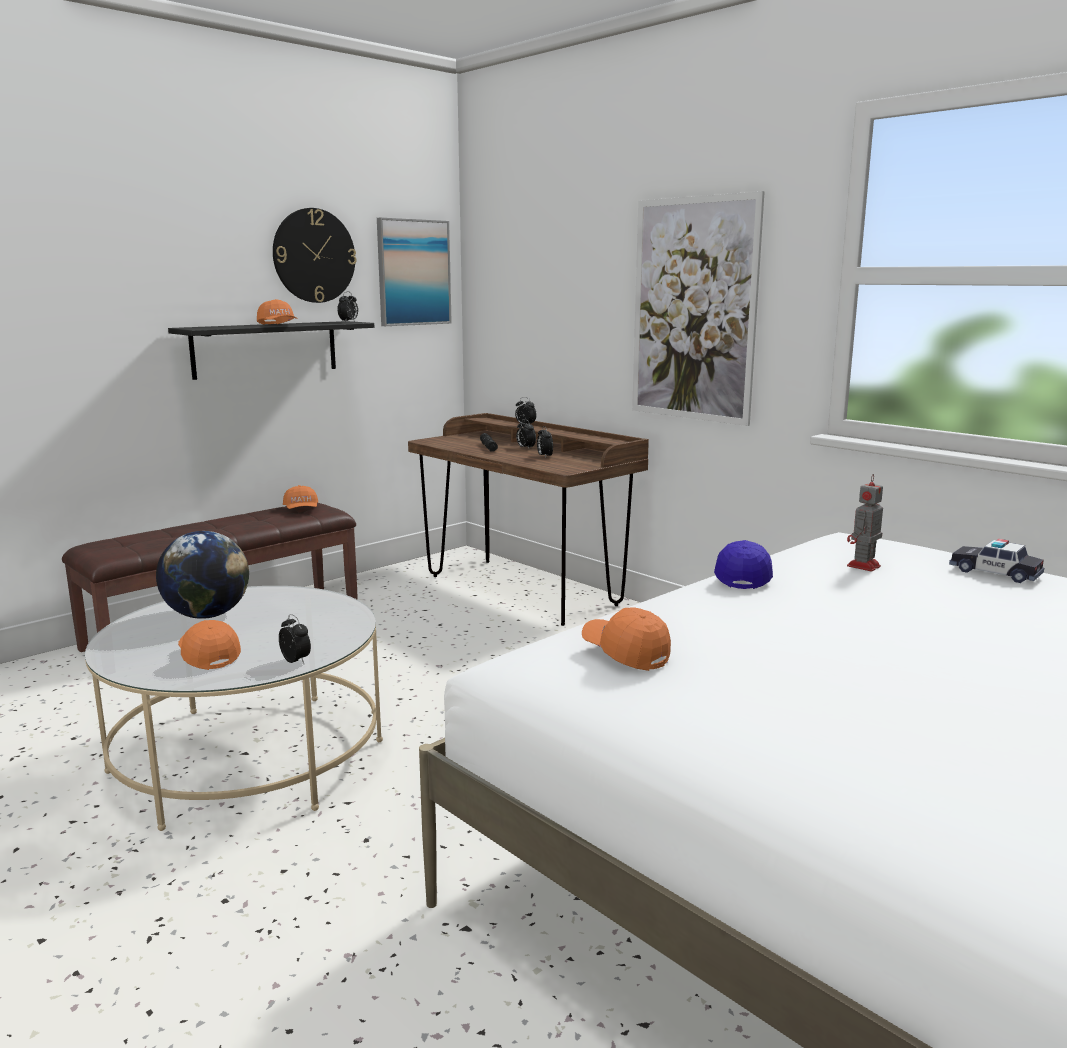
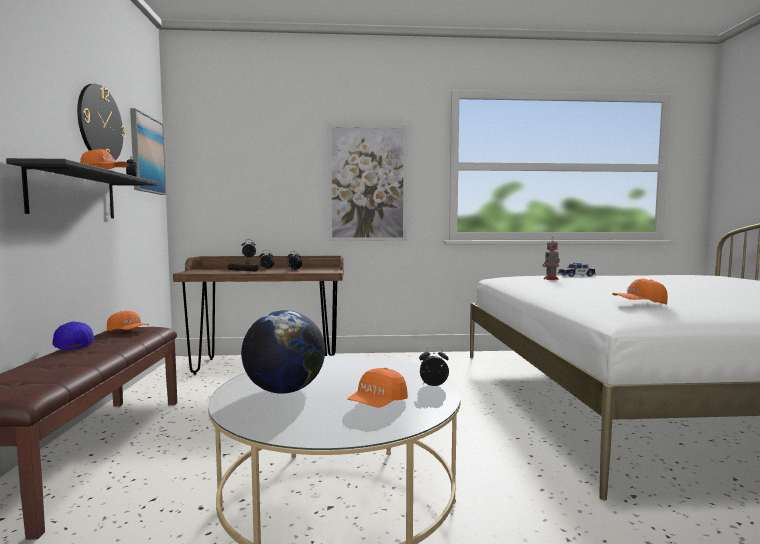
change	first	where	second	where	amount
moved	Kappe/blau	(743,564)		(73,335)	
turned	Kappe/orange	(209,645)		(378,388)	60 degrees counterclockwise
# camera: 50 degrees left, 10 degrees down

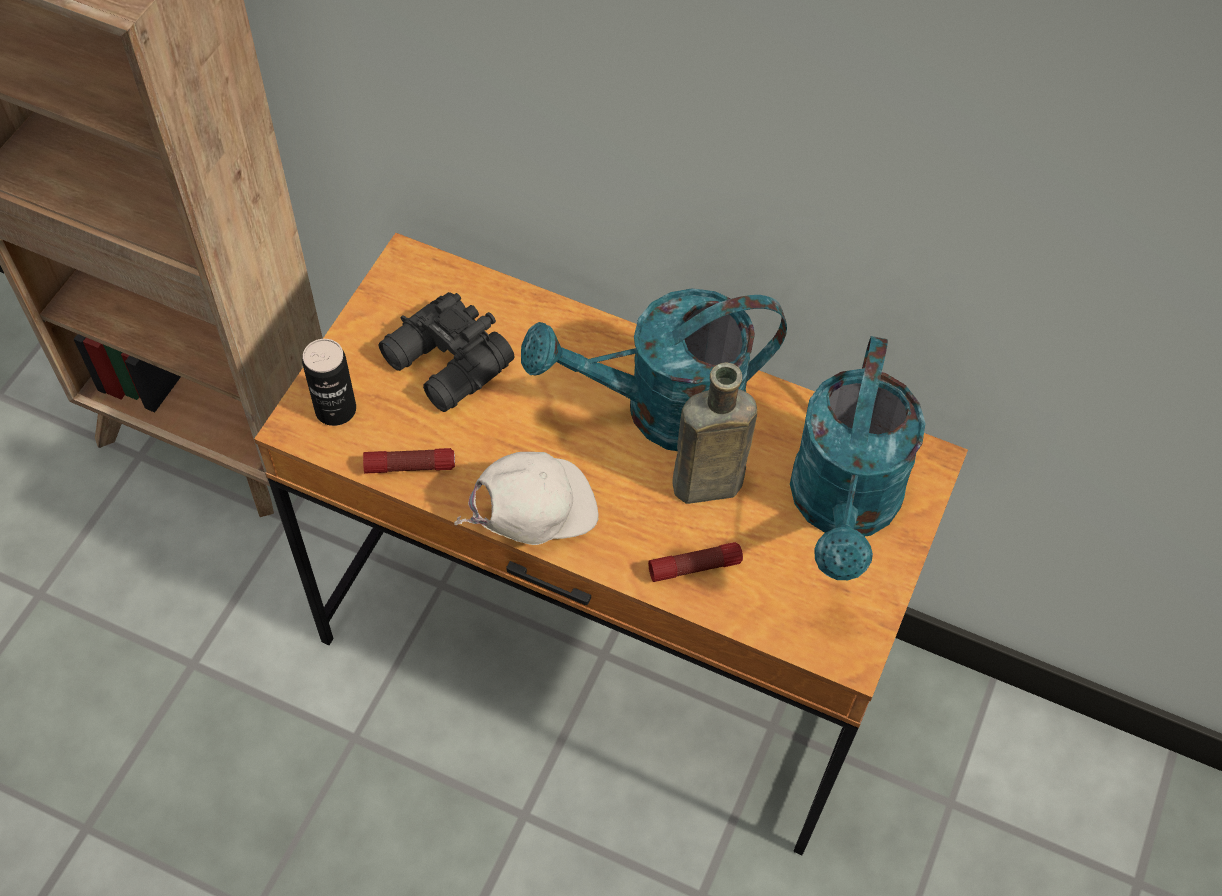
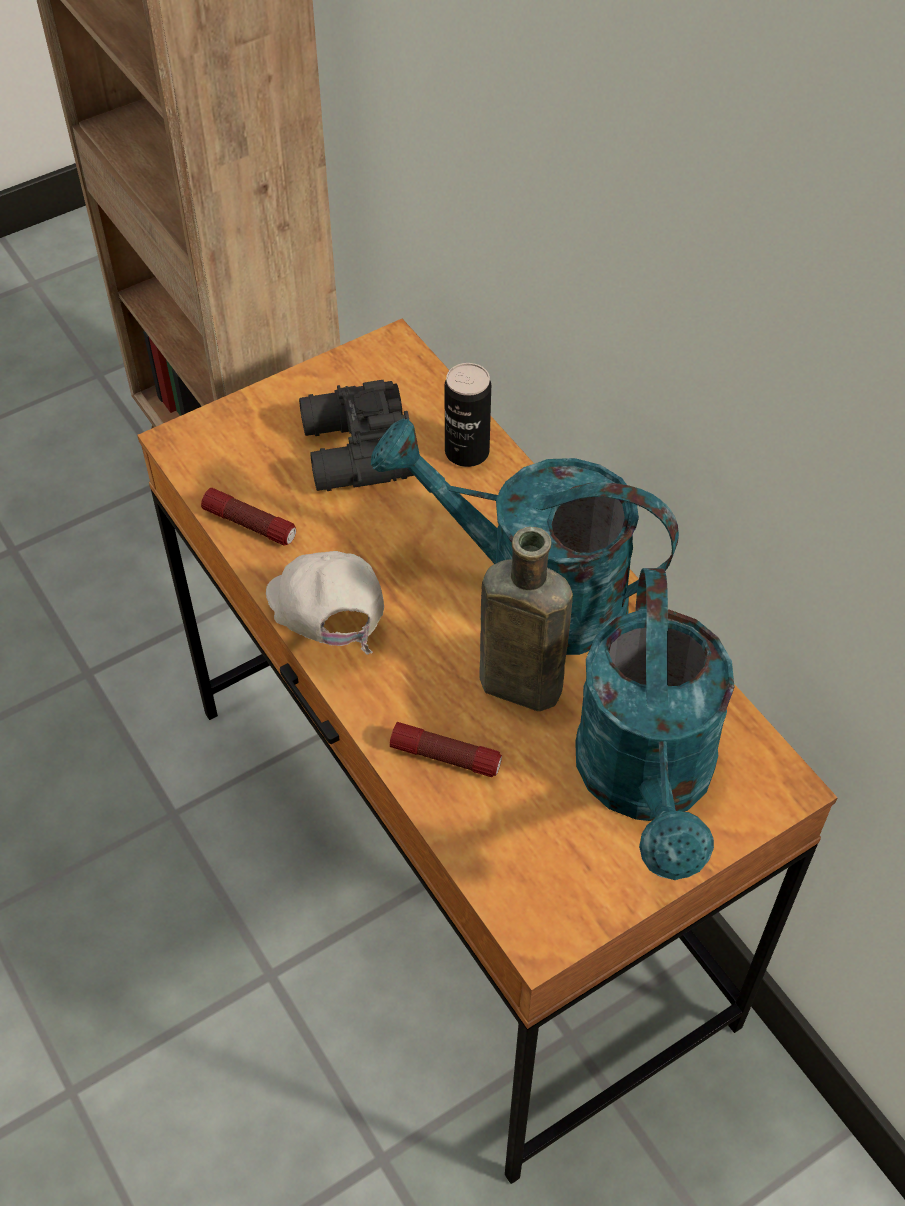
change	first	where	second	where	amount
moved	Dose	(329,382)		(467,415)	
turned	Kappe/weiß	(526,498)		(325,603)	120 degrees counterclockwise
turned	Gießkanne/türkis	(858,458)		(654,724)	45 degrees counterclockwise
# camera: 35 degrees right, 5 degrees down

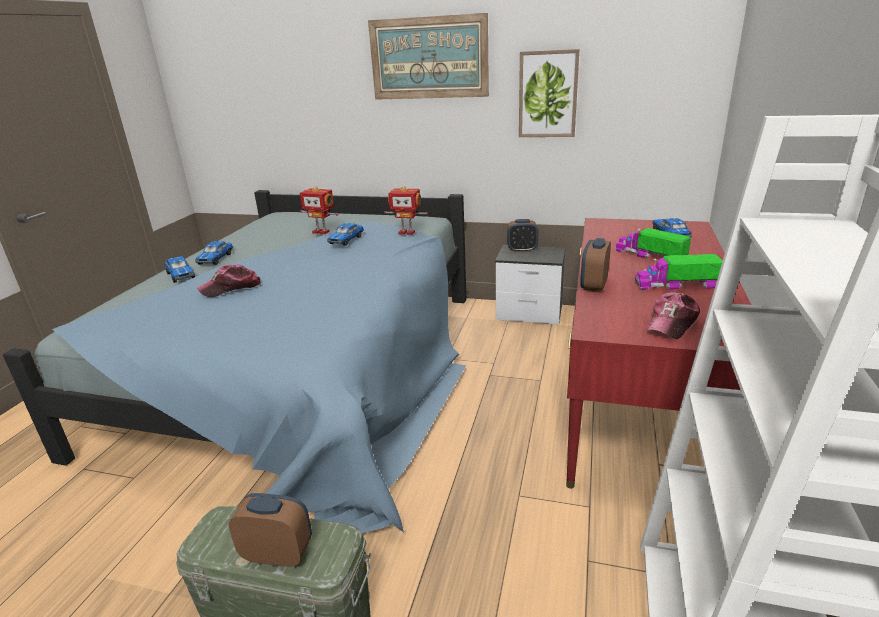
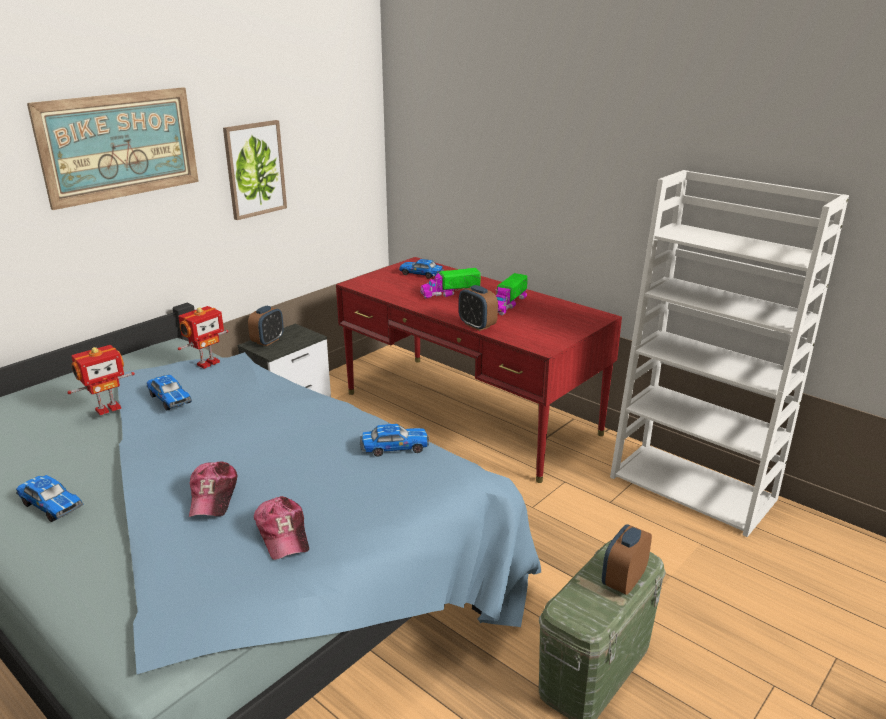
change	first	where	second	where	amount
moved	Spielzeugauto	(180,269)		(394,440)	
moved	Kappe	(673,315)		(281,528)	
# camera: 65 degrees left, 0 degrees up

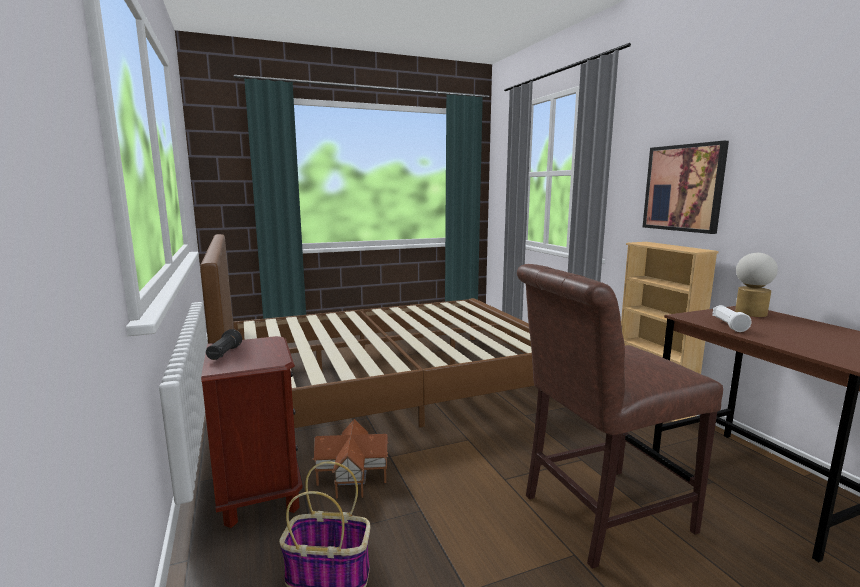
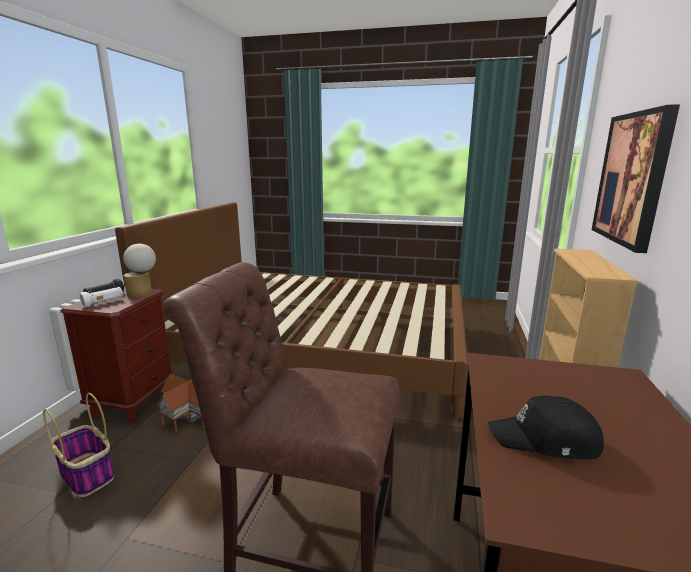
change	first	where	second	where	amount
added			Kappe/schwarz	(546,427)	
moved	Taschenlampe/weiß	(732,318)		(101,297)	
moved	Tischlampe	(756,285)		(139,271)	
# camera: 35 degrees right, 5 degrees up

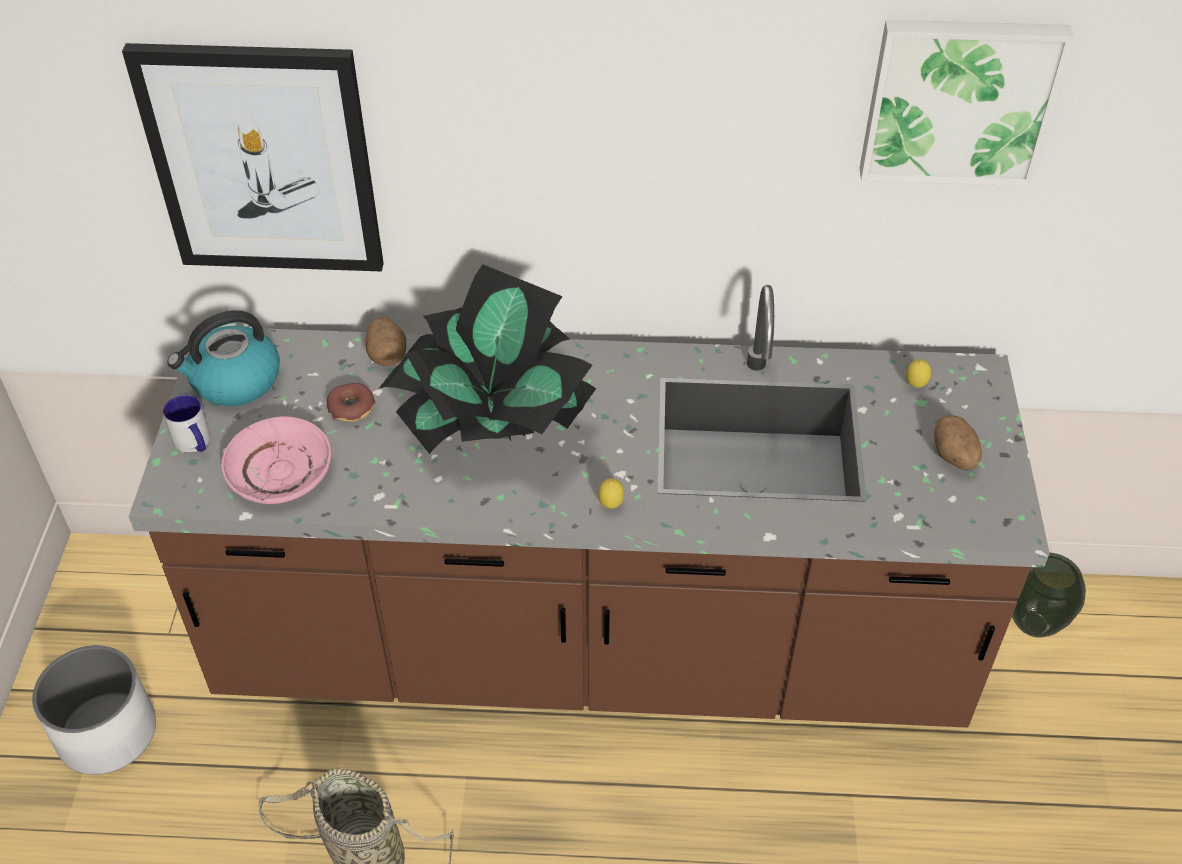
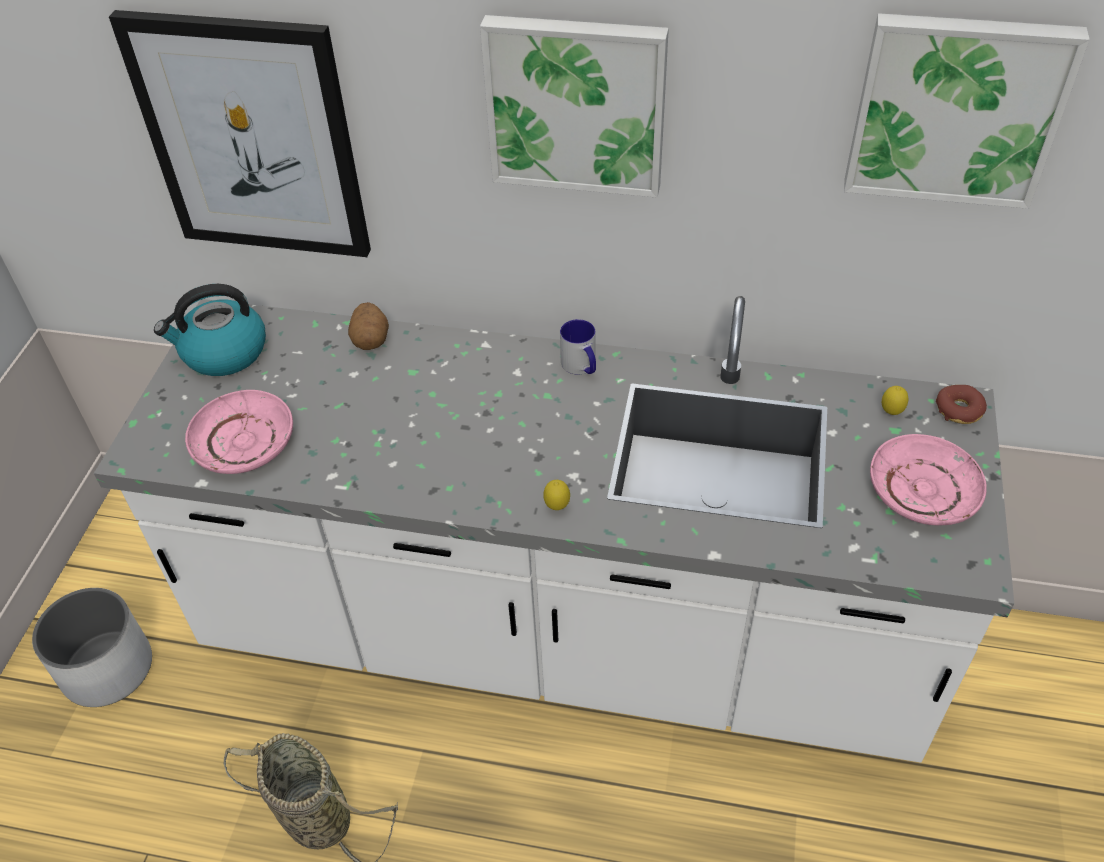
change	first	where	second	where	amount
removed	Topfpflanze	(487,359)			
removed	Vase	(1049,595)			
added			Bild	(574,106)	
moved	Henkelbecher	(186,424)		(578,347)	
moved	Donut	(351,402)		(961,404)	
replaced	Kartoffel	(958,442)	Teller/rosa	(928,479)	
recoloured	Küchenzeile/braun	(589,506)	Küchenzeile/weiß	(554,529)	
# camera: 10 degrees right, 0 degrees up

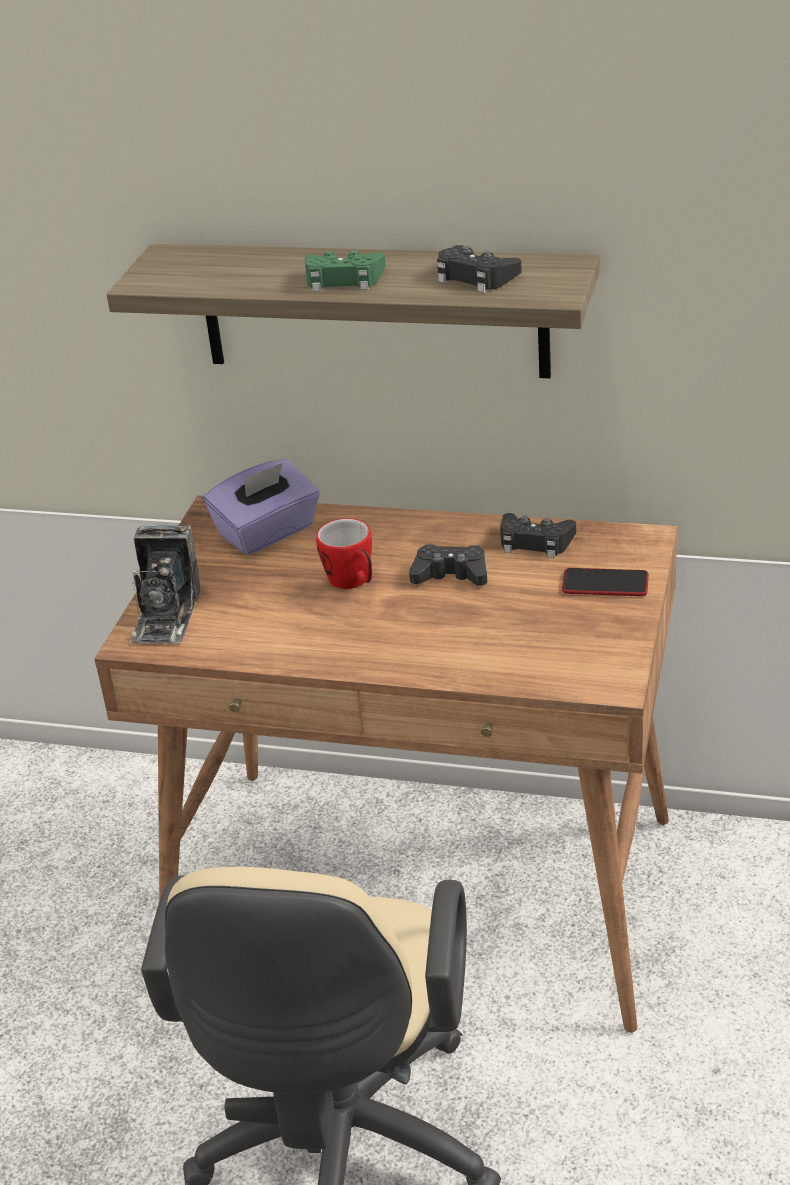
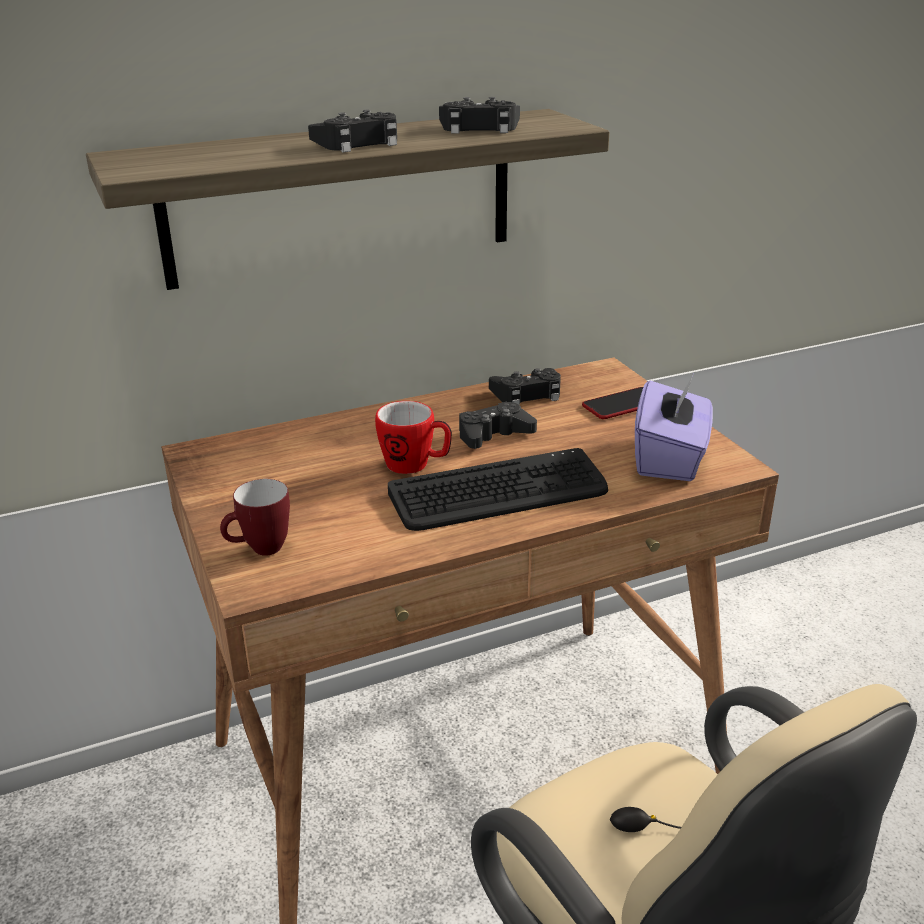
change	first	where	second	where	amount
added			Tastatur	(498,489)	
moved	Taschentuchbox/lila	(262,507)		(674,428)	
replaced	Kamera	(165,584)	Henkelbecher	(255,517)	
recoloured	Gamepad/grün	(345,270)	Gamepad/schwarz	(352,131)	
# camera: 40 degrees left, 5 degrees down

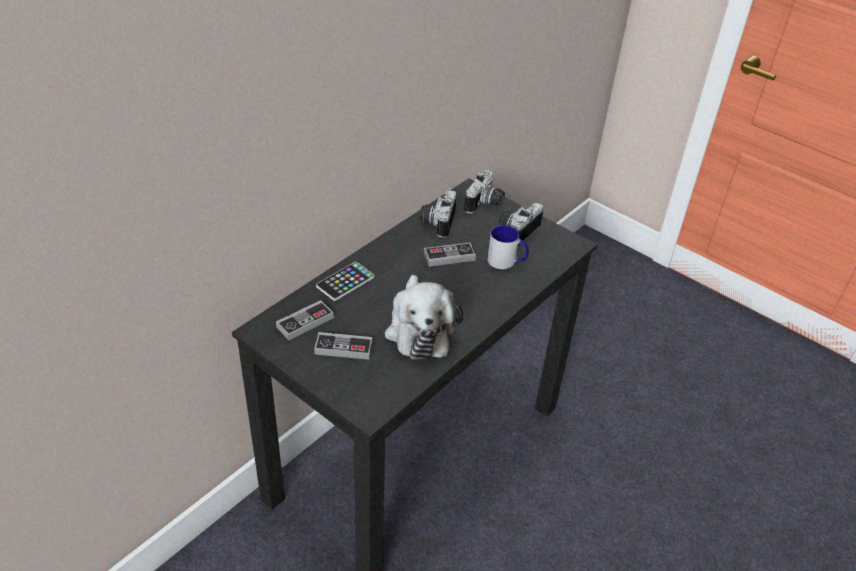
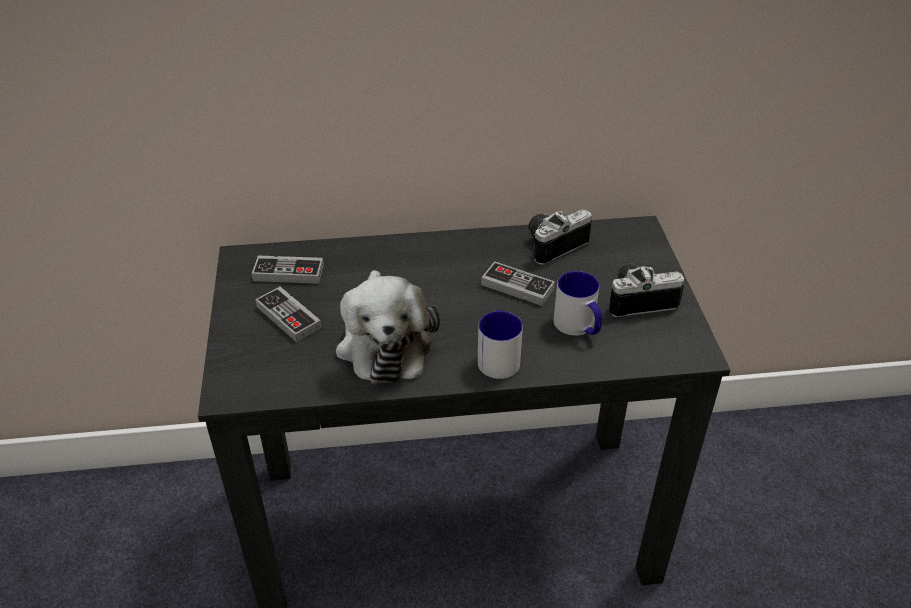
change	first	where	second	where	amount
removed	Handy	(345,281)			
removed	Kamera	(484,192)			
added			Henkelbecher	(500,344)	
turned	Plüschtier	(424,317)		(388,327)	45 degrees counterclockwise
# camera: 45 degrees right, 0 degrees up

